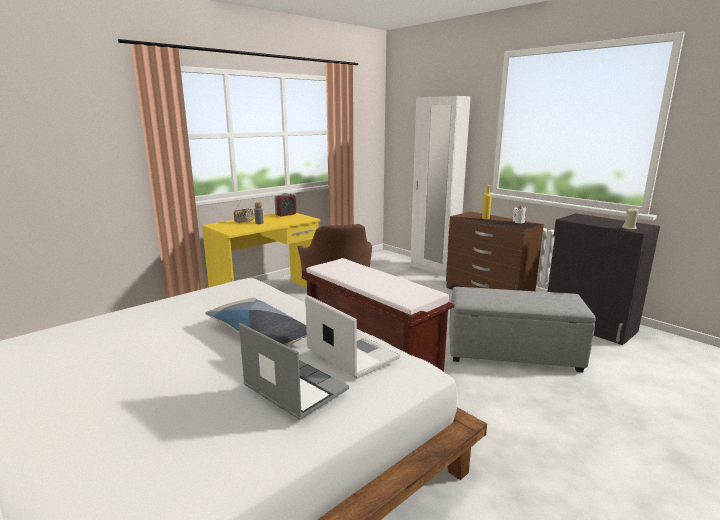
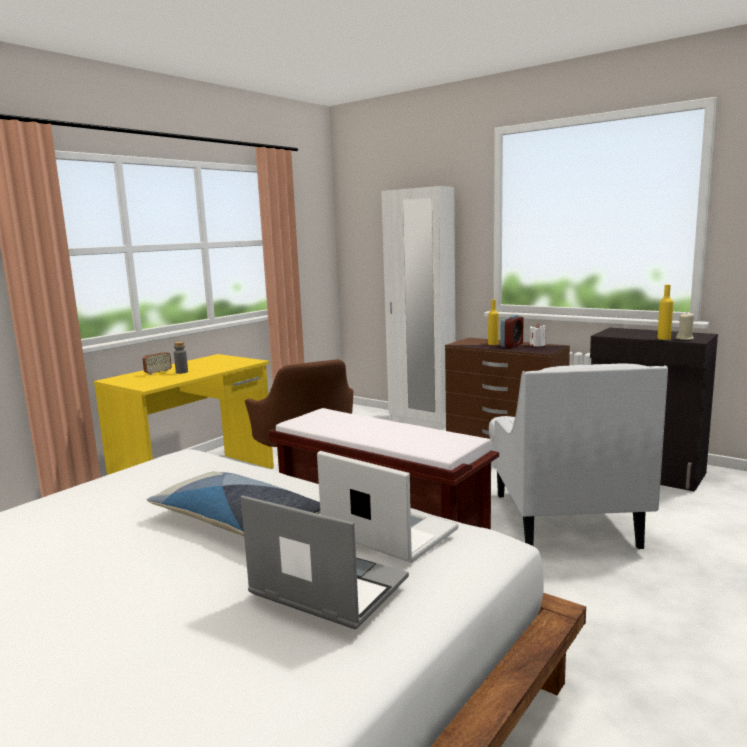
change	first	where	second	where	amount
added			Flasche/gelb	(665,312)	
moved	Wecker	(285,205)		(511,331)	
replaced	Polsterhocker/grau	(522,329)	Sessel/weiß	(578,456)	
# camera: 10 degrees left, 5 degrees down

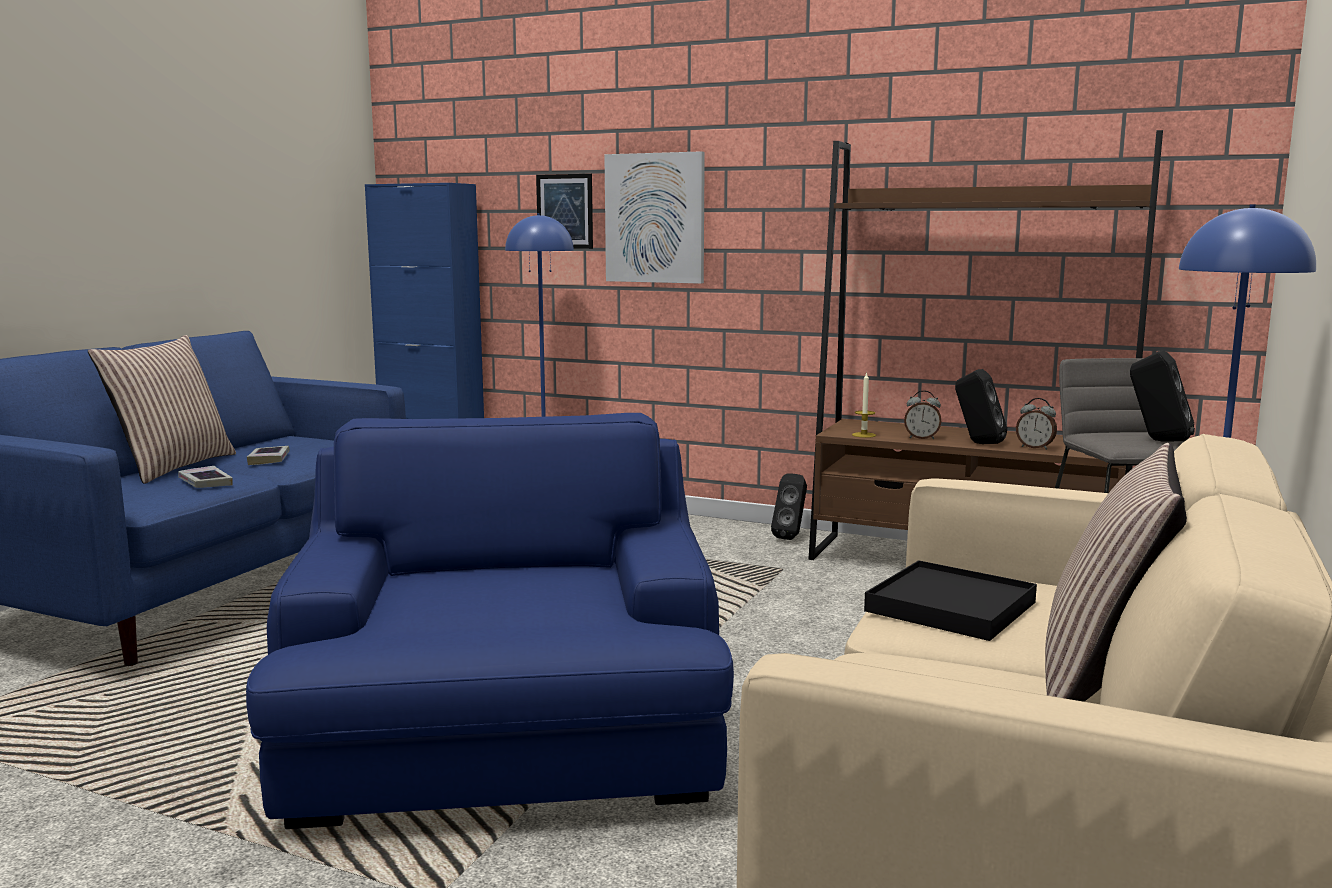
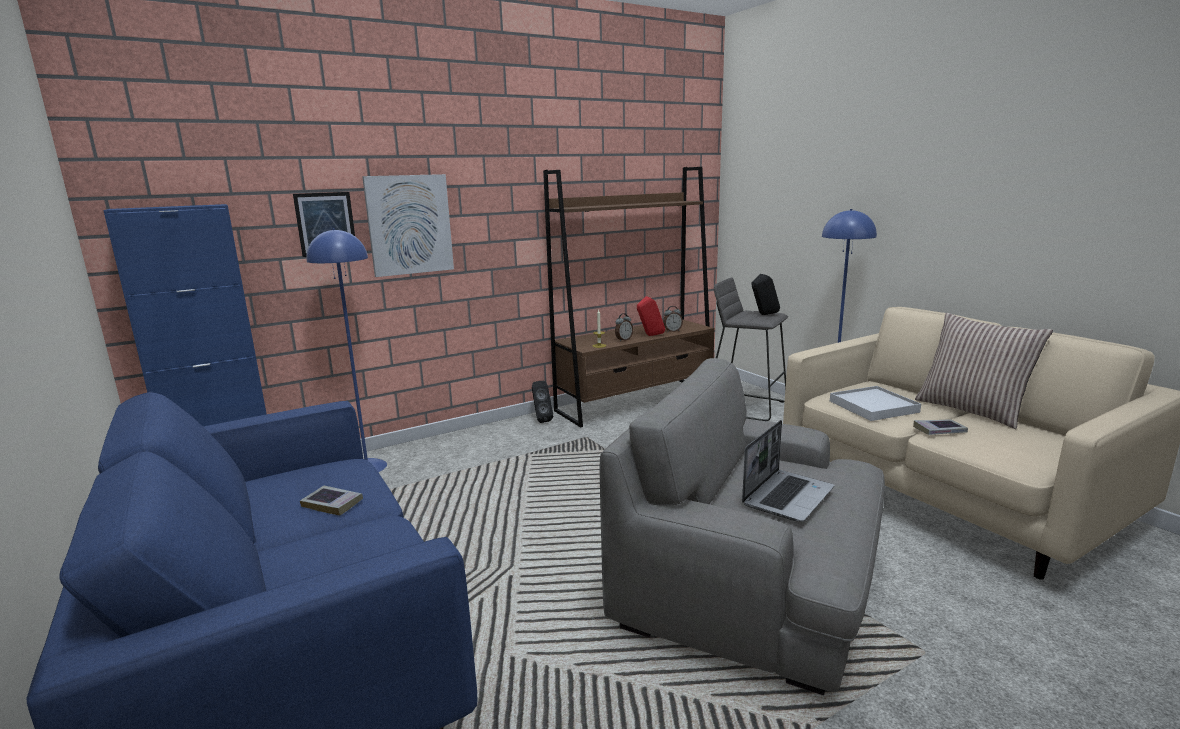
change	first	where	second	where	amount
removed	Kissen	(162,409)			
added			Laptop	(788,471)	
moved	Buch	(205,477)		(940,427)	
recoloured	Sessel/blau	(490,621)	Sessel/grau	(742,526)	
recoloured	Tablett/schwarz	(950,600)	Tablett/weiß	(875,403)	
recoloured	Lautsprecher/schwarz	(981,406)	Lautsprecher/rot	(651,316)	
# camera: 55 degrees left, 5 degrees up

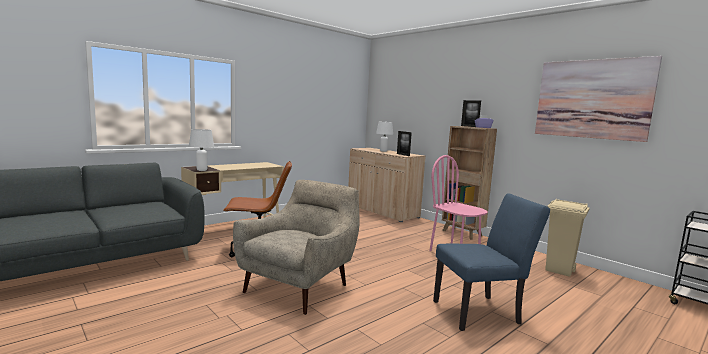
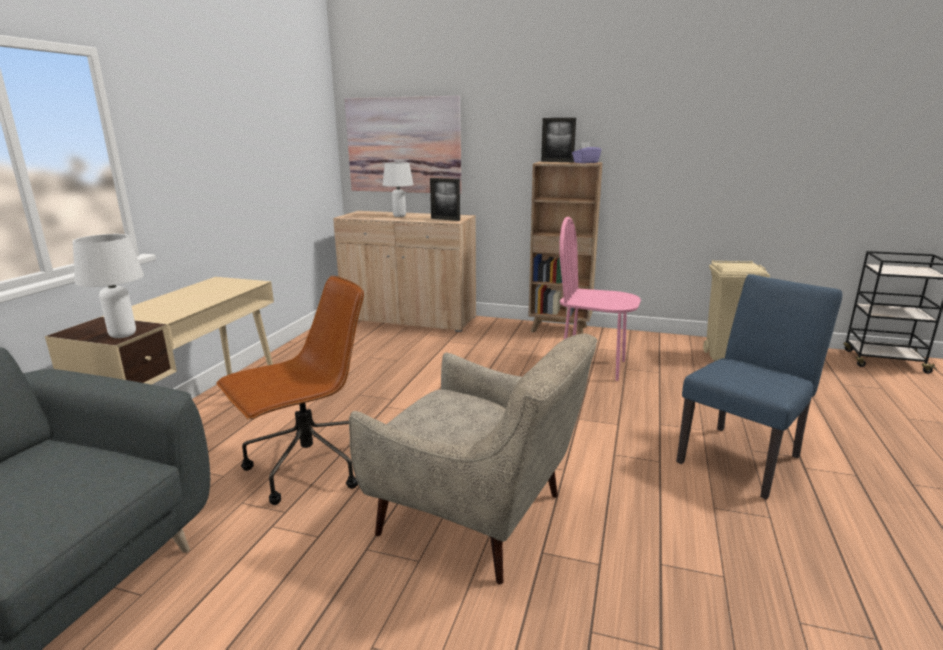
change	first	where	second	where	amount
moved	Bild	(598,99)		(403,145)	
turned	Sessel/beige	(296,247)		(473,458)	120 degrees clockwise
# camera: 30 degrees left, 10 degrees up

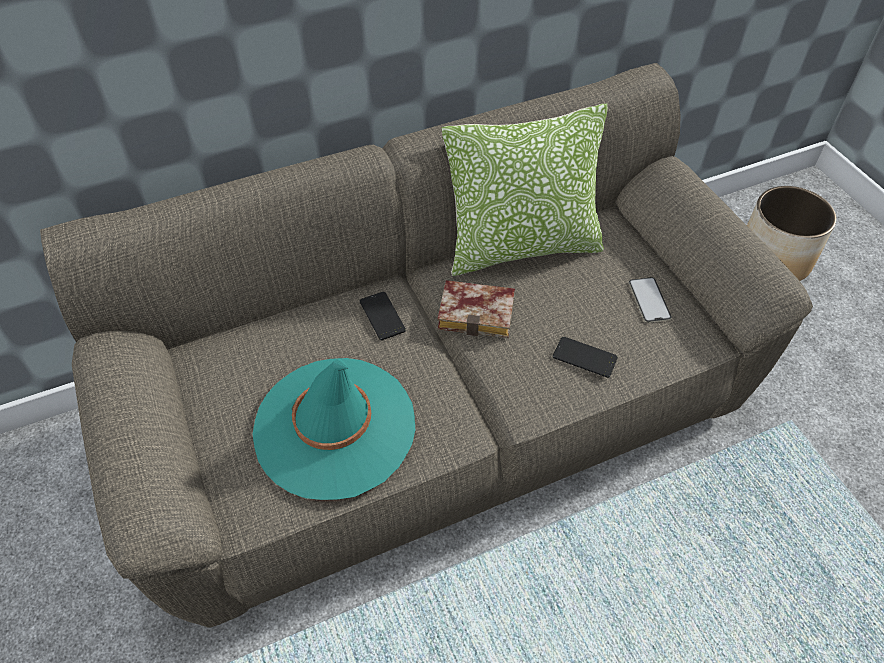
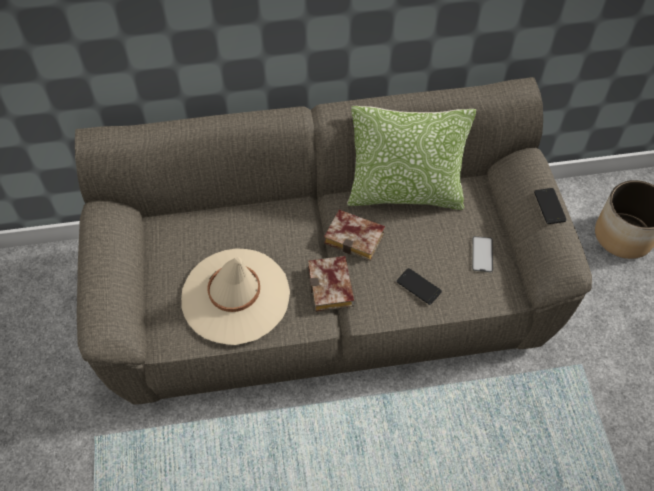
change	first	where	second	where	amount
added			Buch	(331,284)	
moved	Handy	(383,316)		(550,206)	
recoloured	Hut/türkis	(333,429)	Hut/beige	(235,296)	
# camera: 15 degrees right, 5 degrees up

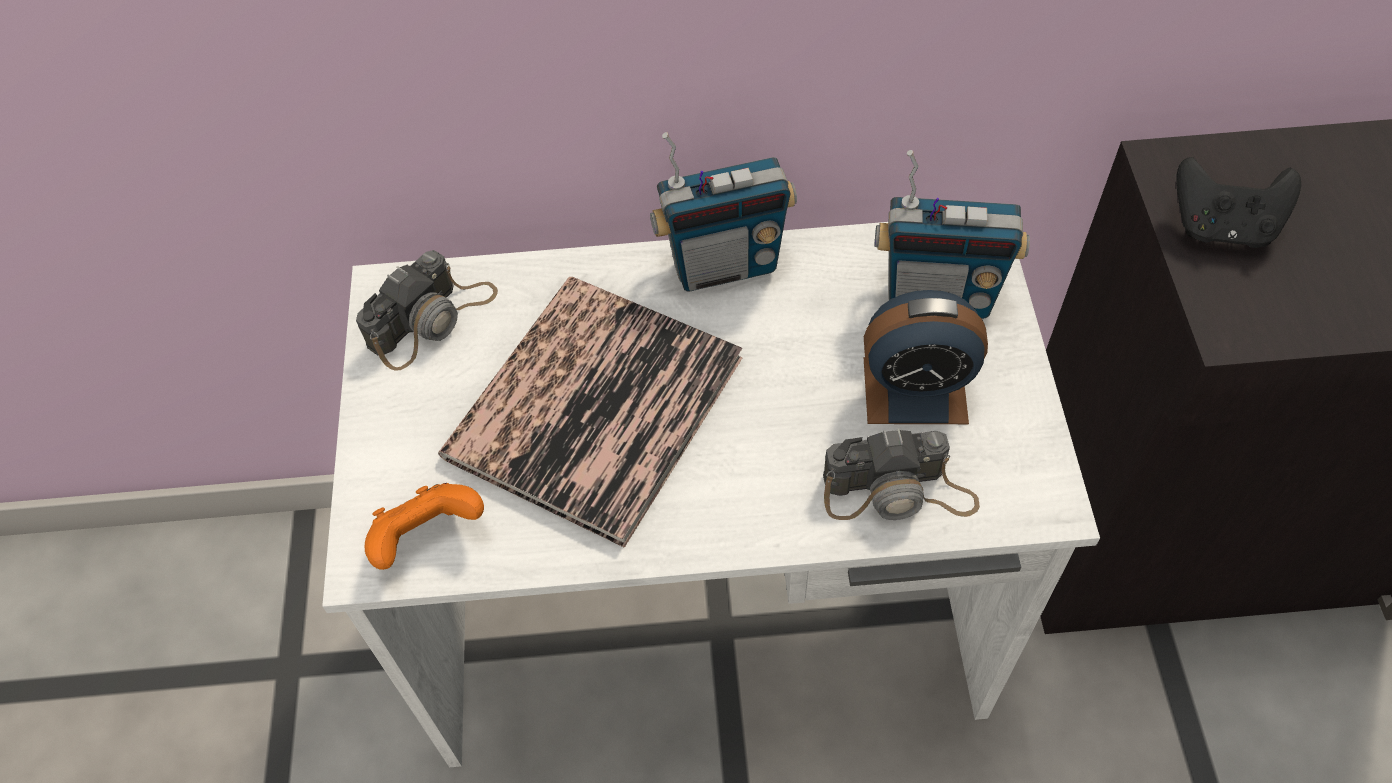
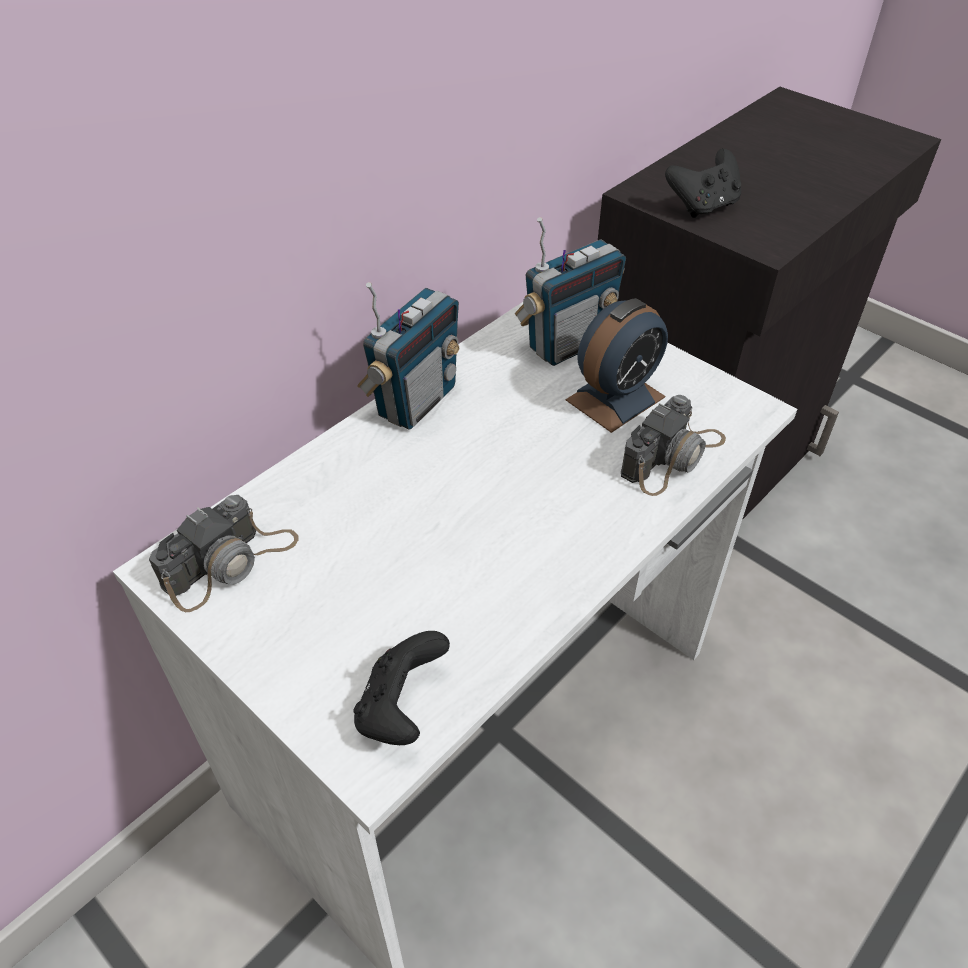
change	first	where	second	where	amount
removed	Buch	(590,412)			
recoloured	Gamepad/orange	(424,526)	Gamepad/schwarz	(401,688)	
turned	Kamera	(427,310)		(224,553)	45 degrees clockwise
# camera: 45 degrees left, 10 degrees down

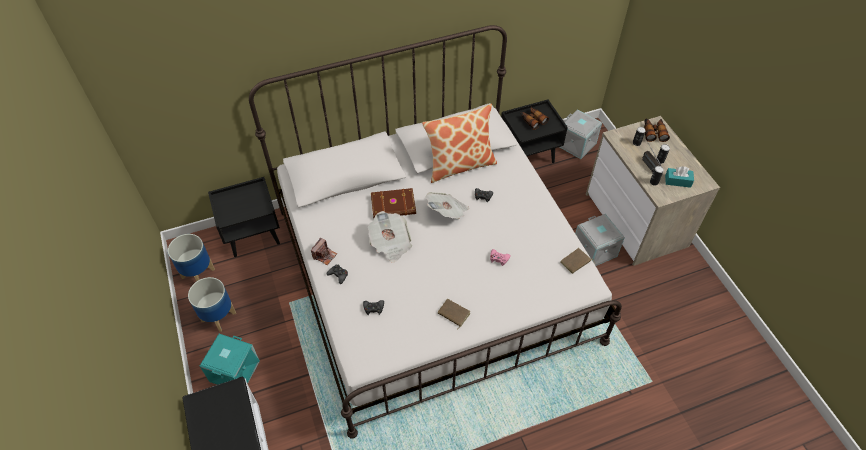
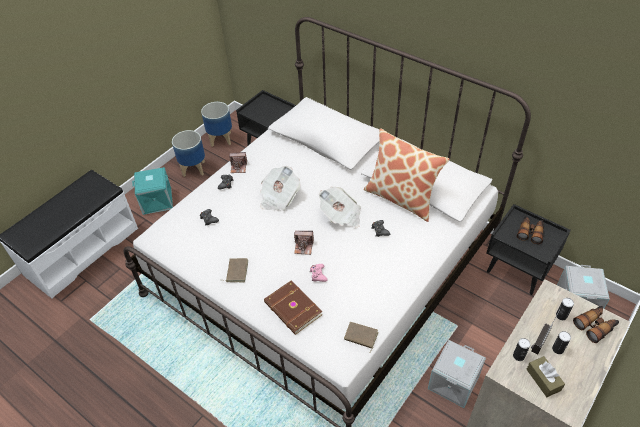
change	first	where	second	where	amount
added			Kamera	(304,243)	
moved	Buch/braun	(393,203)		(293,308)	
recoloured	Taschentuchbox/türkis	(679,177)	Taschentuchbox/braun	(545,376)	
# camera: 60 degrees right, 5 degrees down

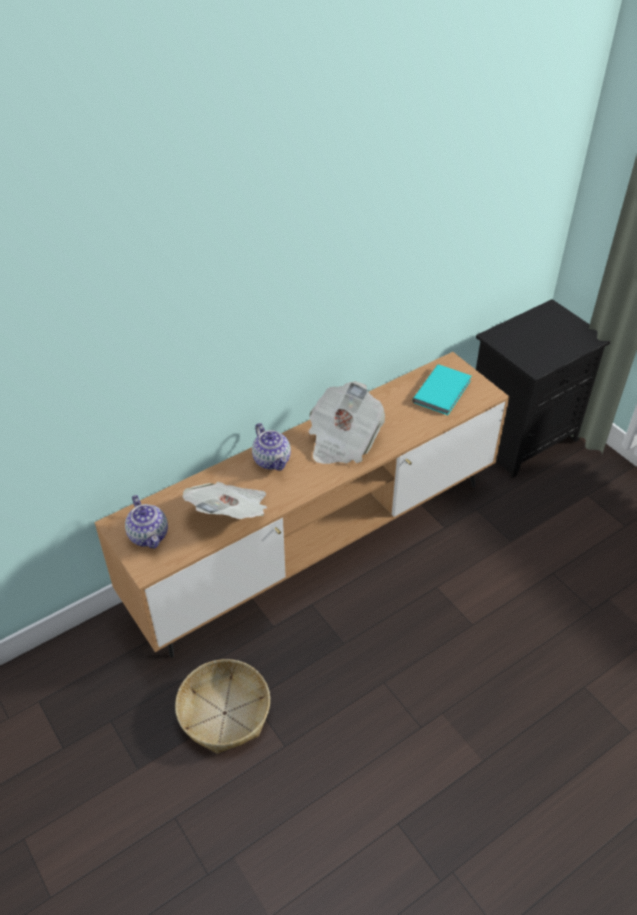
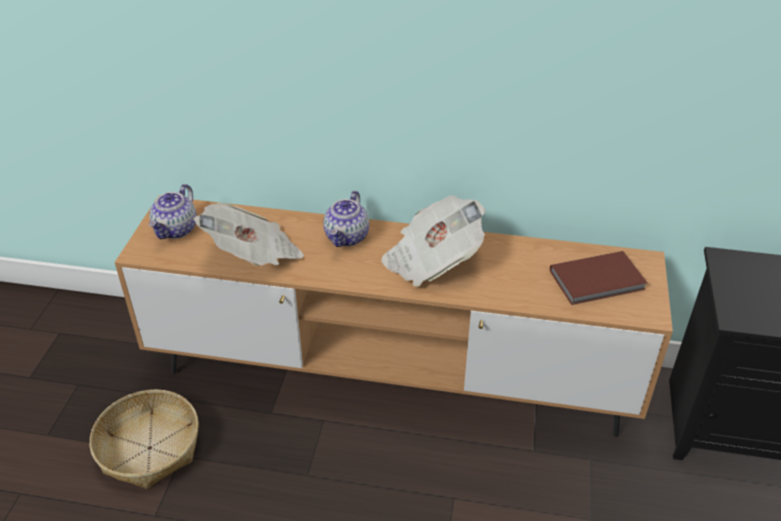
change	first	where	second	where	amount
recoloured	Buch/türkis	(442,389)	Buch/braun	(598,278)	
# camera: 45 degrees right, 5 degrees down

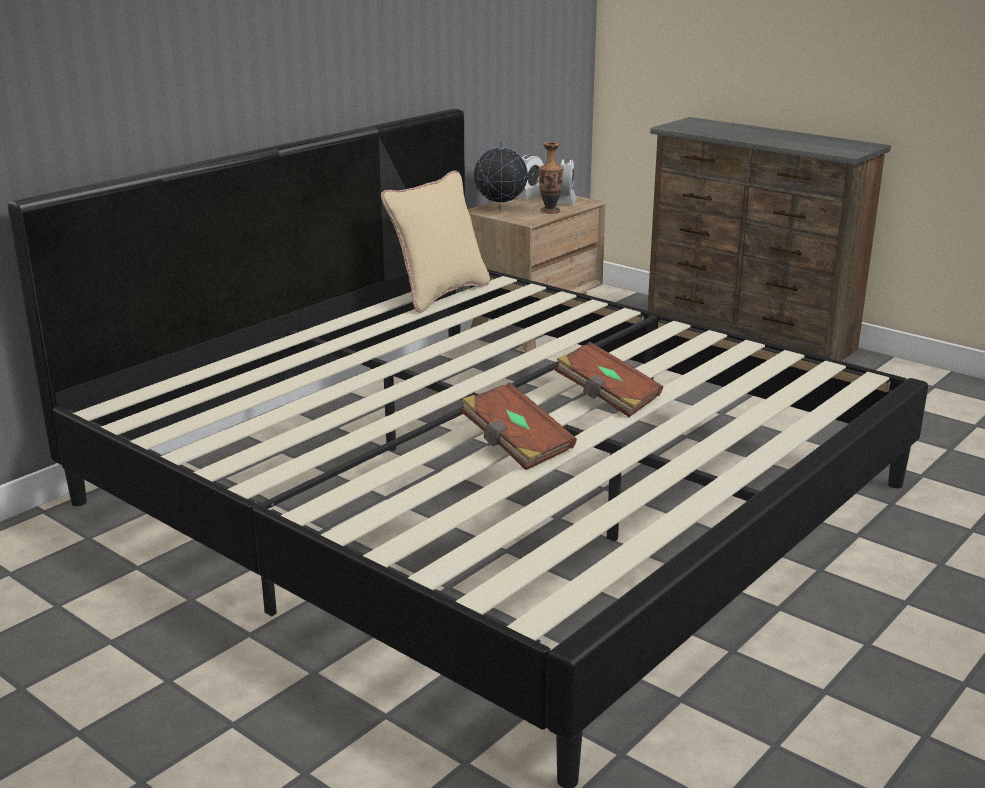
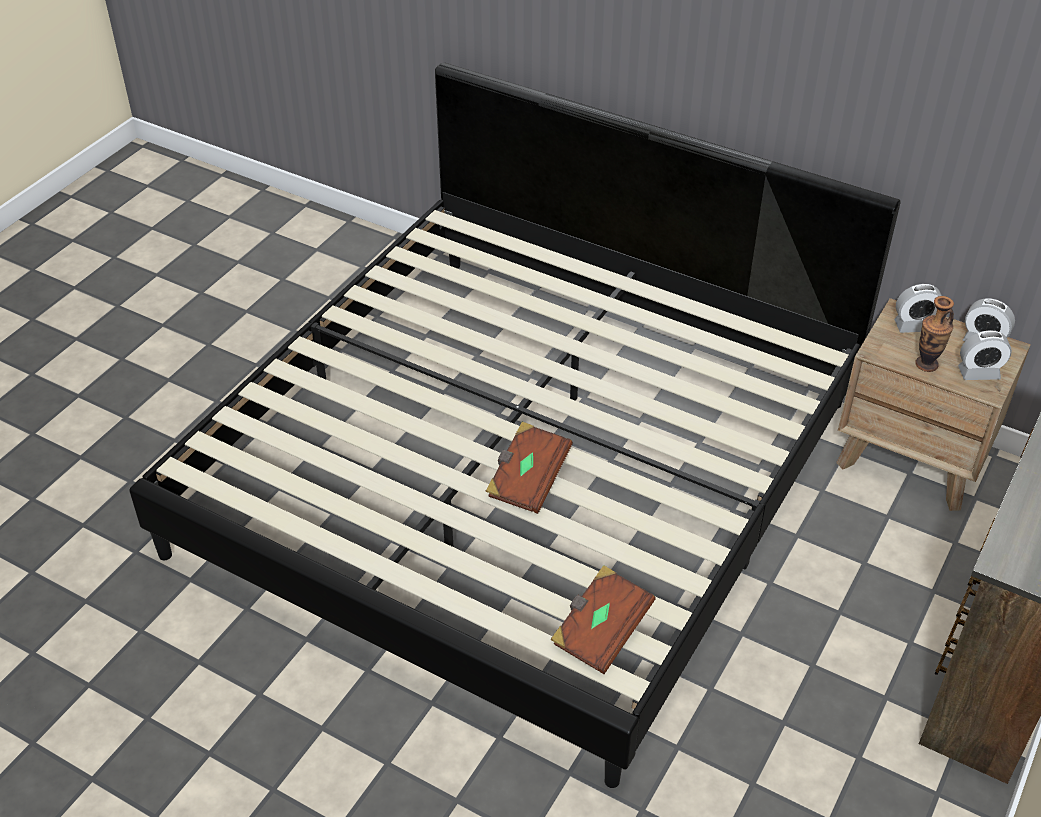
change	first	where	second	where	amount
removed	Kissen/beige	(435,241)			
moved	Buch/braun	(518,426)		(603,619)	
replaced	Globus	(501,175)	Wecker	(918,308)	
# camera: 80 degrees right, 20 degrees up

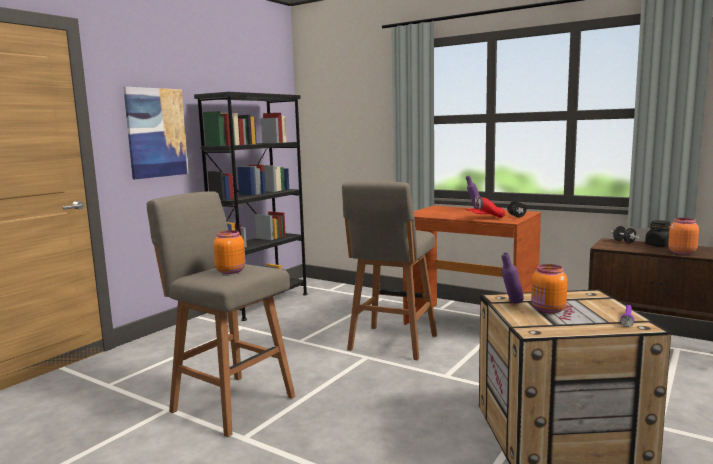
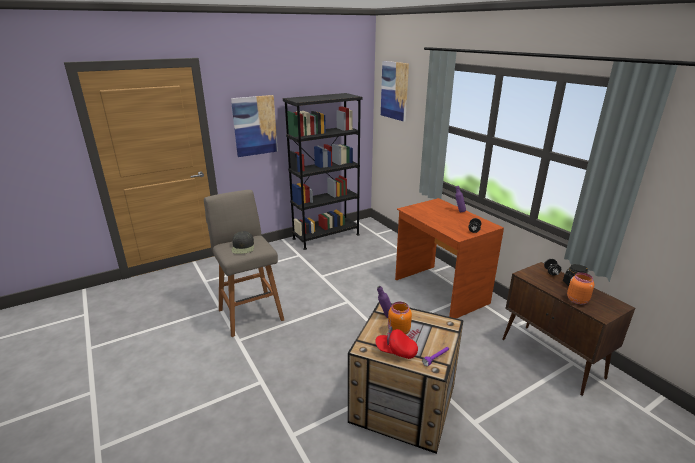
change	first	where	second	where	amount
removed	Hocker/grau	(389,270)			
added			Bild	(395,91)	
moved	Kappe/rot	(485,207)		(396,342)	
replaced	Vorratsglas/orange	(229,252)	Kappe/schwarz	(242,242)	
# camera: 25 degrees right, 15 degrees up

